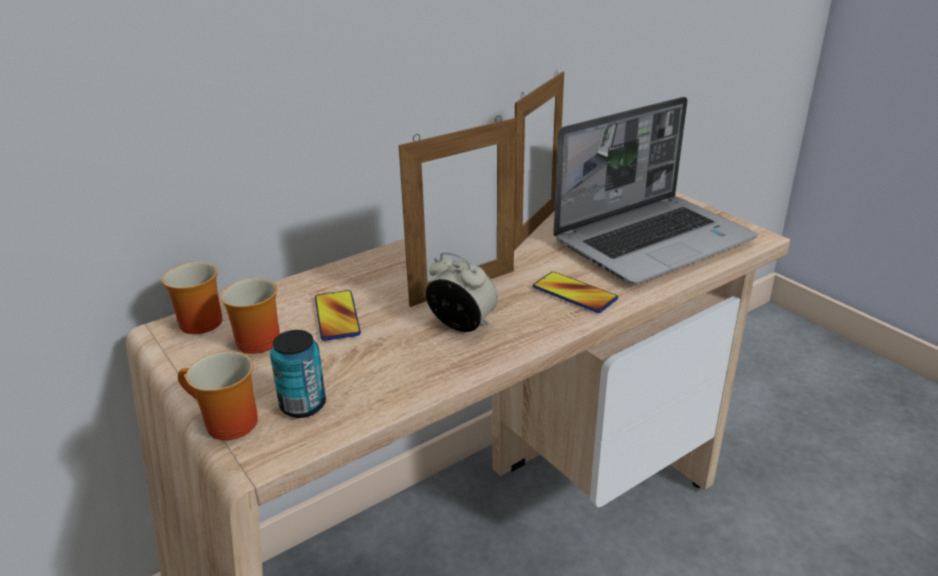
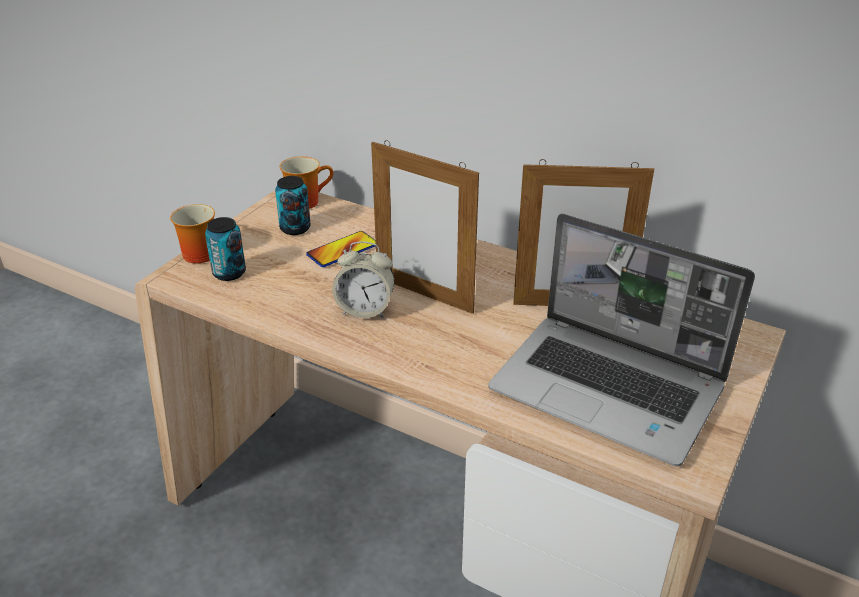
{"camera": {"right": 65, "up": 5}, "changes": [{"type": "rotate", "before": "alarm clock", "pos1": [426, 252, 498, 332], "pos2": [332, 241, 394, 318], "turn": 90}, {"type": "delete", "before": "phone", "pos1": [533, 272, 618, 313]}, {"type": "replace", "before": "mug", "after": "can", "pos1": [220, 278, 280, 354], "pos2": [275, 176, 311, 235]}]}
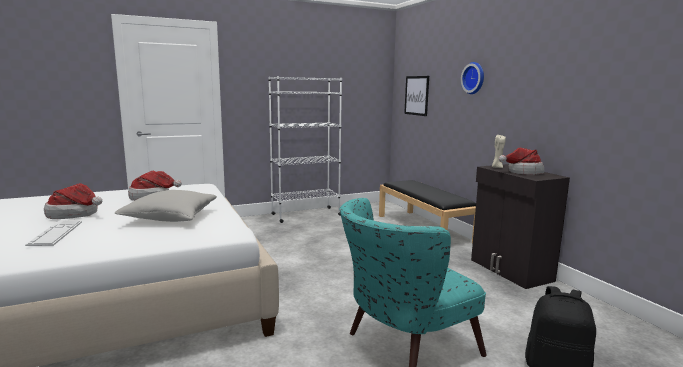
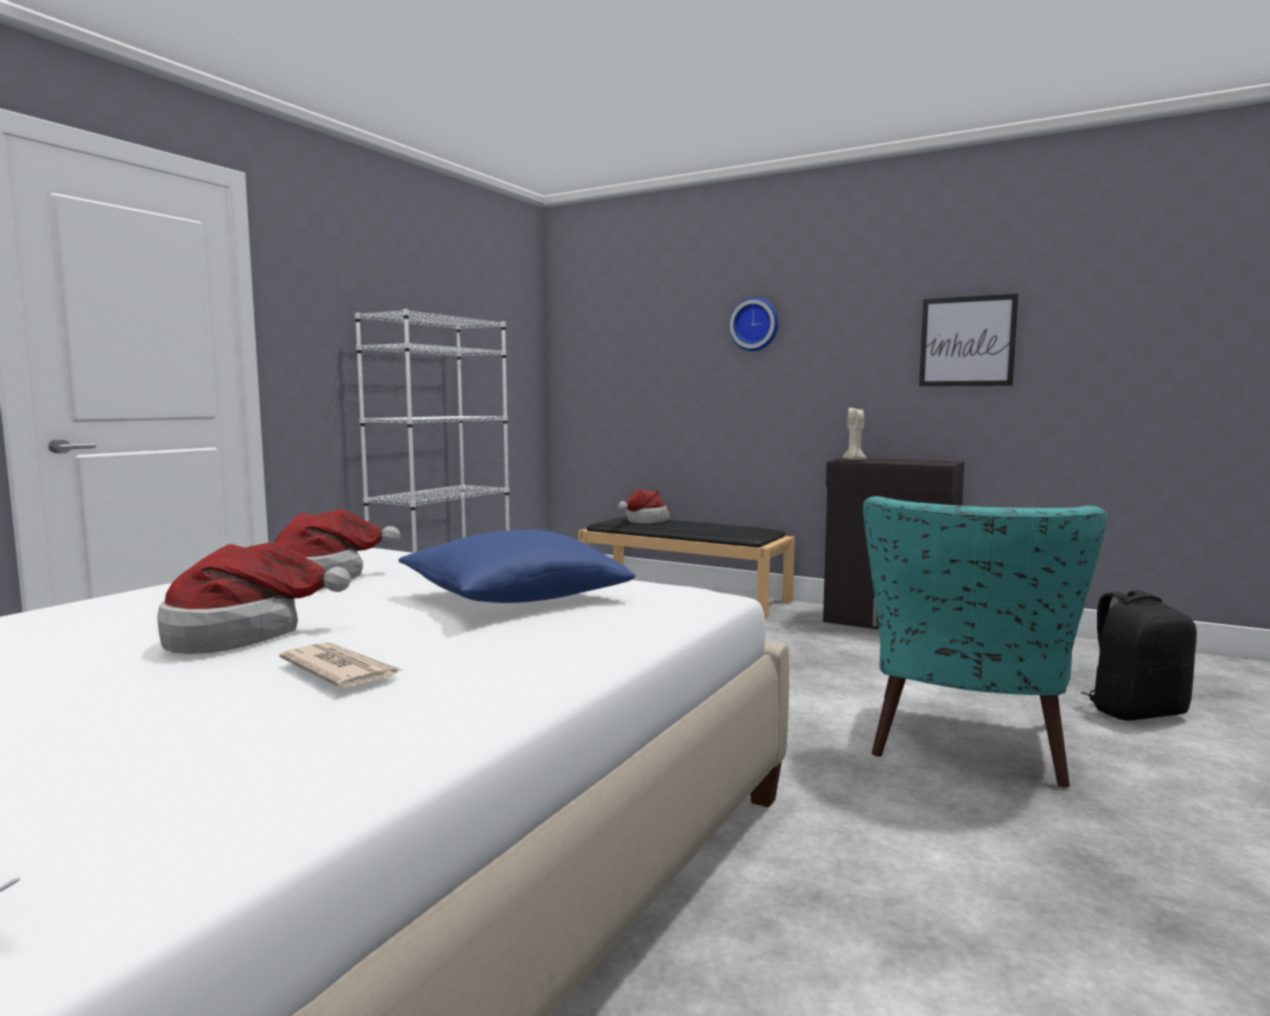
{"camera": {"right": -35, "up": -5}, "changes": [{"type": "move", "before": "picture", "pos1": [404, 76, 429, 116], "pos2": [919, 294, 1019, 386]}, {"type": "move", "before": "hat", "pos1": [499, 148, 544, 175], "pos2": [618, 489, 669, 524]}, {"type": "recolor", "before": "grey pillow", "after": "blue pillow", "pos1": [114, 190, 217, 222], "pos2": [399, 530, 635, 603]}, {"type": "replace", "before": "keyboard", "after": "newspaper", "pos1": [25, 221, 82, 246], "pos2": [279, 642, 402, 688]}]}
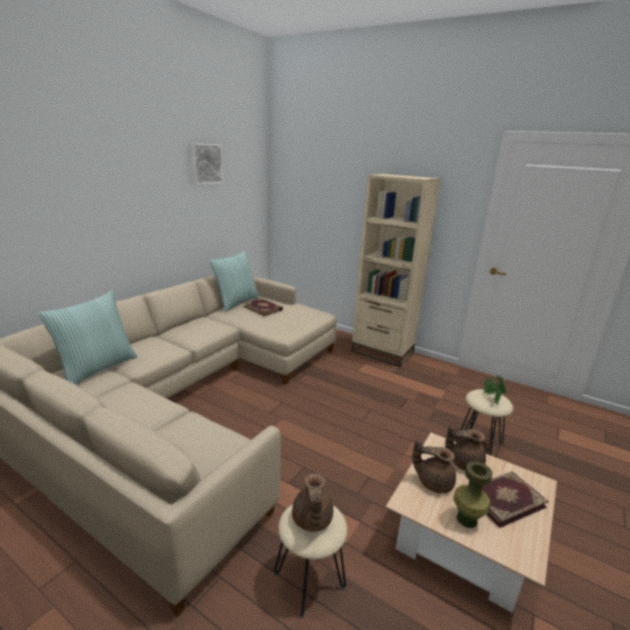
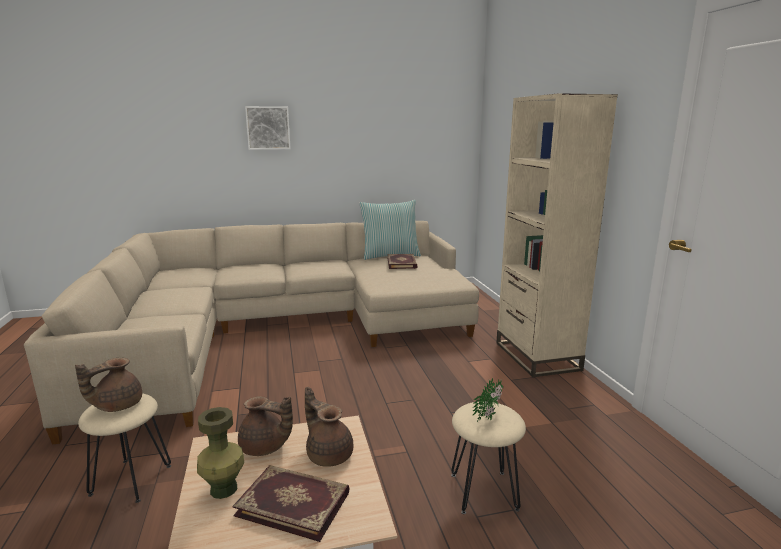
{"camera": {"right": 45, "up": -5}, "changes": [{"type": "move", "before": "picture", "pos1": [190, 143, 223, 185], "pos2": [245, 106, 291, 150]}, {"type": "delete", "before": "pillow", "pos1": [38, 291, 138, 385]}, {"type": "rotate", "before": "brown teapot", "pos1": [412, 439, 456, 494], "pos2": [238, 396, 293, 456], "turn": 135}]}
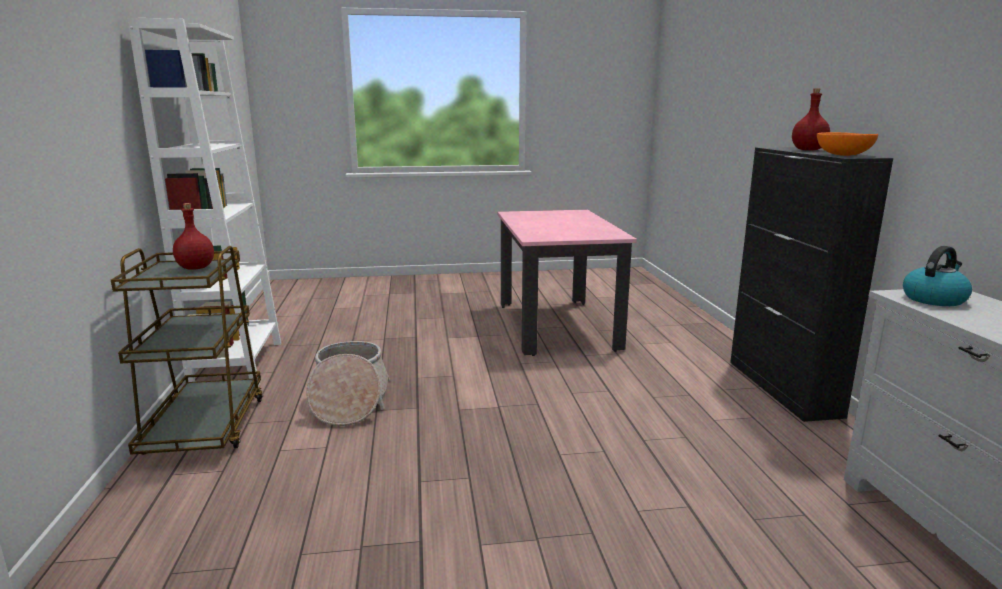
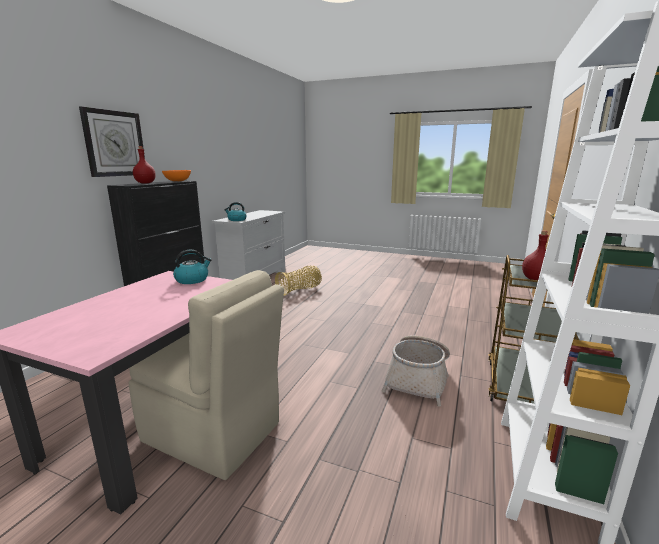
{"camera": {"right": -150, "up": 0}, "changes": [{"type": "insert", "after": "wall clock", "pos2": [79, 106, 145, 177]}, {"type": "insert", "after": "kettle", "pos2": [173, 250, 211, 284]}, {"type": "insert", "after": "basket", "pos2": [275, 265, 322, 296]}, {"type": "insert", "after": "beige chair", "pos2": [128, 270, 284, 480]}]}
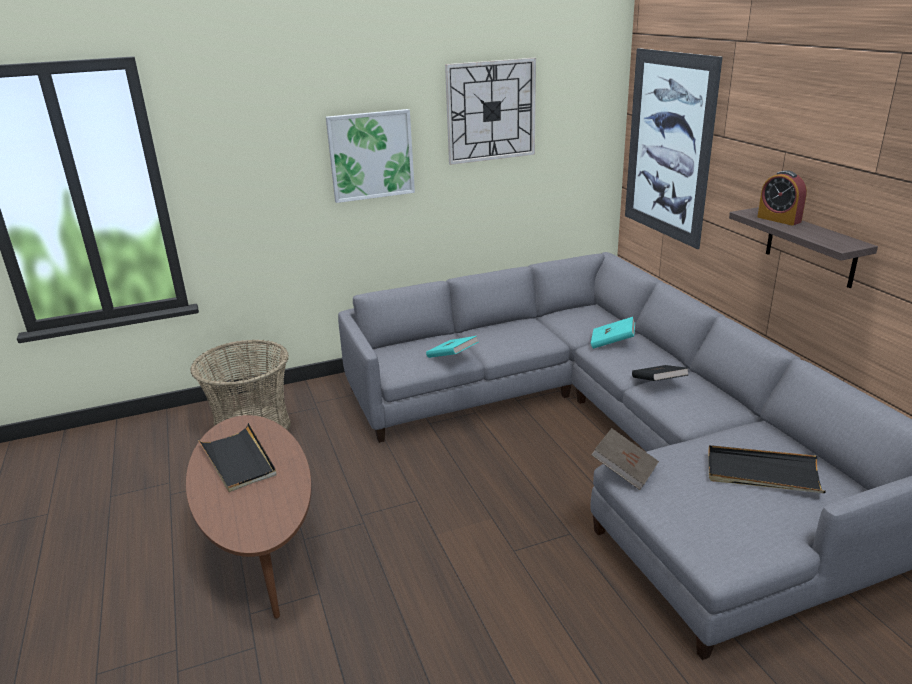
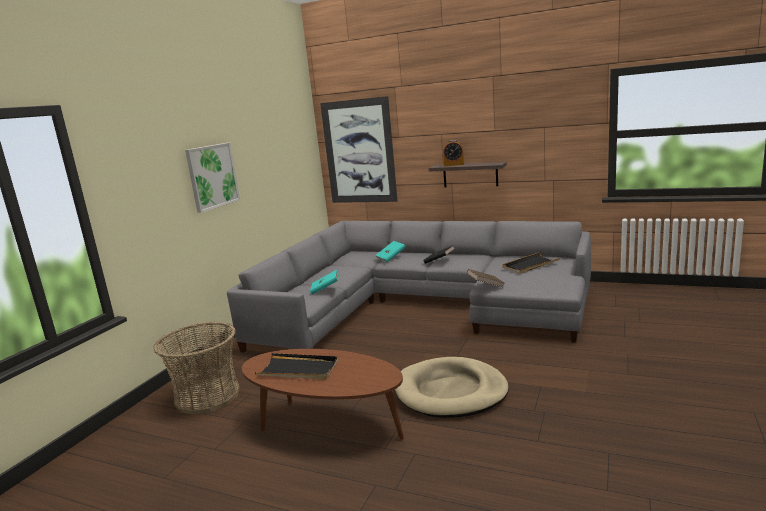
{"camera": {"right": -45, "up": -10}, "changes": [{"type": "delete", "before": "wall clock", "pos1": [445, 58, 536, 165]}, {"type": "insert", "after": "beige dog bed", "pos2": [395, 357, 509, 418]}]}
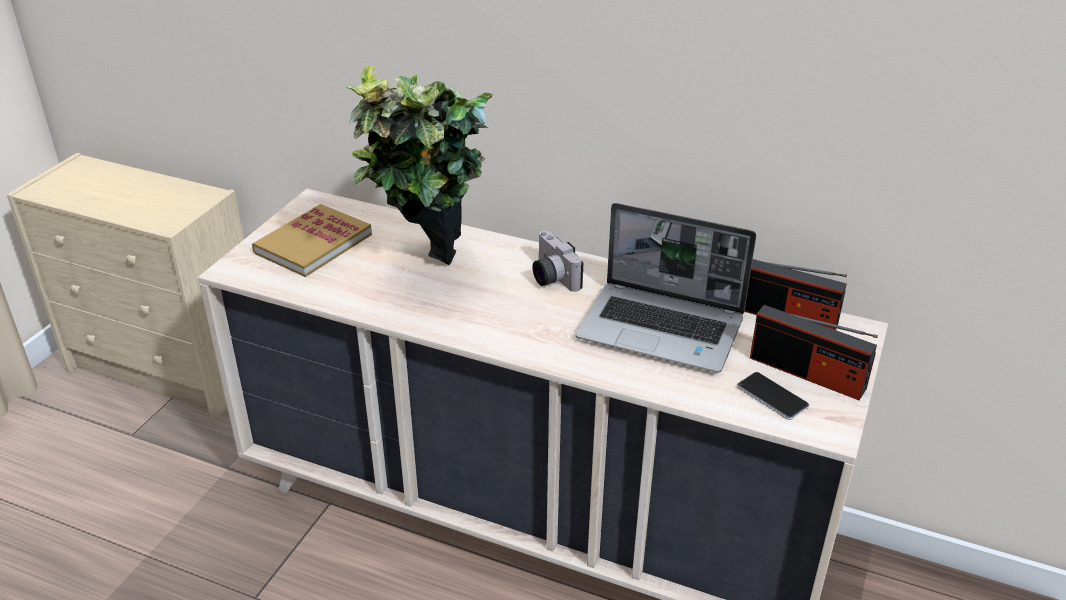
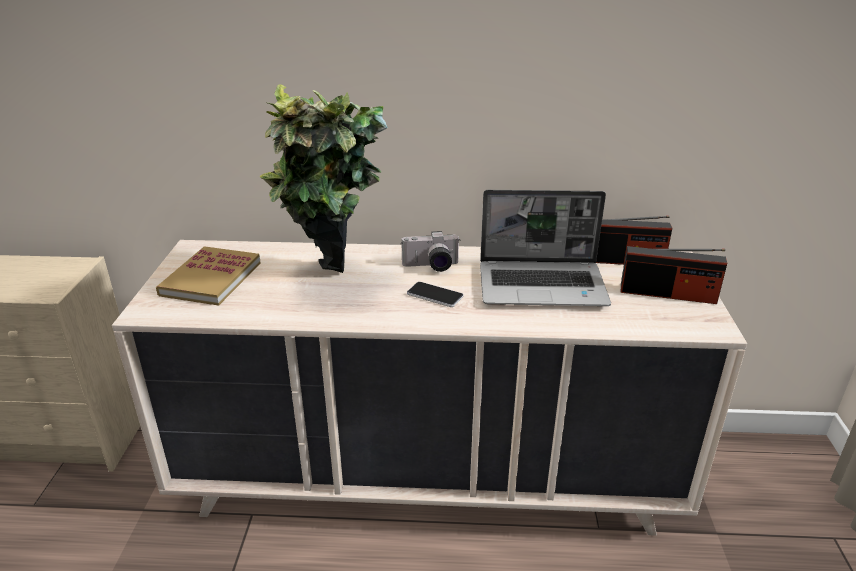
{"camera": {"right": -20, "up": -5}, "changes": [{"type": "rotate", "before": "photo camera", "pos1": [533, 230, 583, 292], "pos2": [401, 231, 460, 272], "turn": -45}, {"type": "move", "before": "phone", "pos1": [737, 372, 809, 420], "pos2": [407, 282, 464, 307]}]}
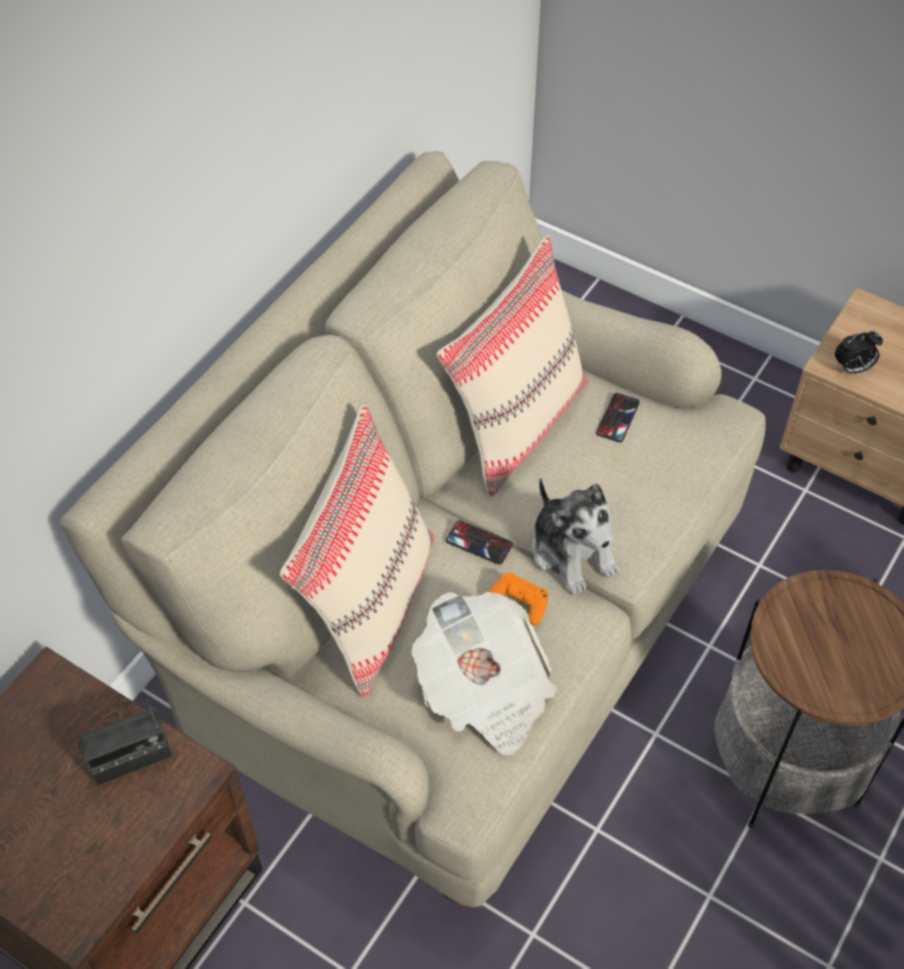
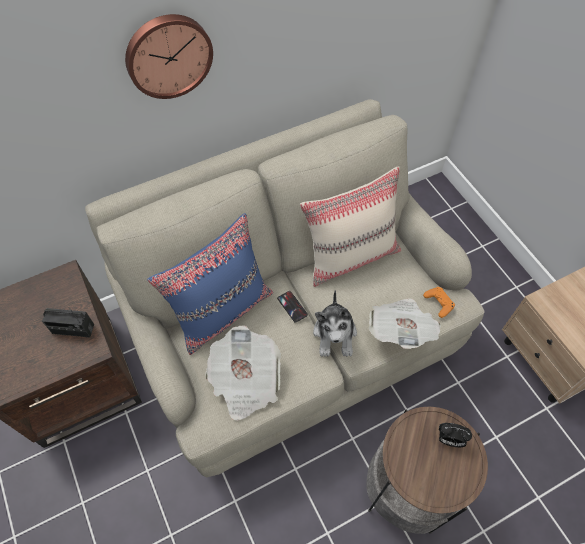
{"camera": {"right": 30, "up": 5}, "changes": [{"type": "move", "before": "alarm clock", "pos1": [835, 330, 883, 374], "pos2": [439, 423, 472, 447]}, {"type": "delete", "before": "phone", "pos1": [596, 393, 640, 442]}, {"type": "recolor", "before": "beige pillow", "after": "blue pillow", "pos1": [280, 404, 434, 698], "pos2": [147, 213, 273, 355]}, {"type": "move", "before": "orange game controller", "pos1": [488, 572, 548, 625], "pos2": [423, 287, 455, 318]}, {"type": "insert", "after": "wall clock", "pos2": [125, 14, 213, 99]}, {"type": "insert", "after": "newspaper", "pos2": [369, 298, 441, 349]}]}
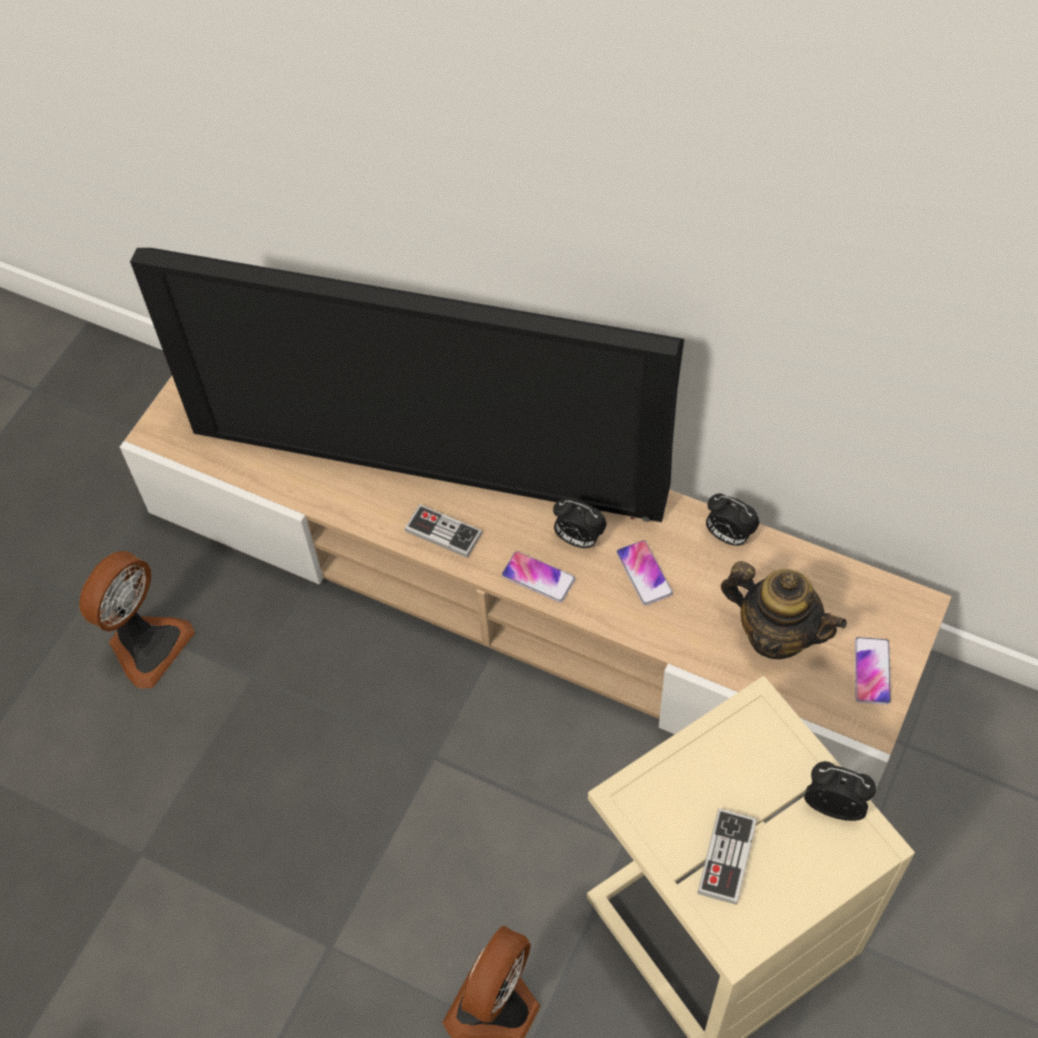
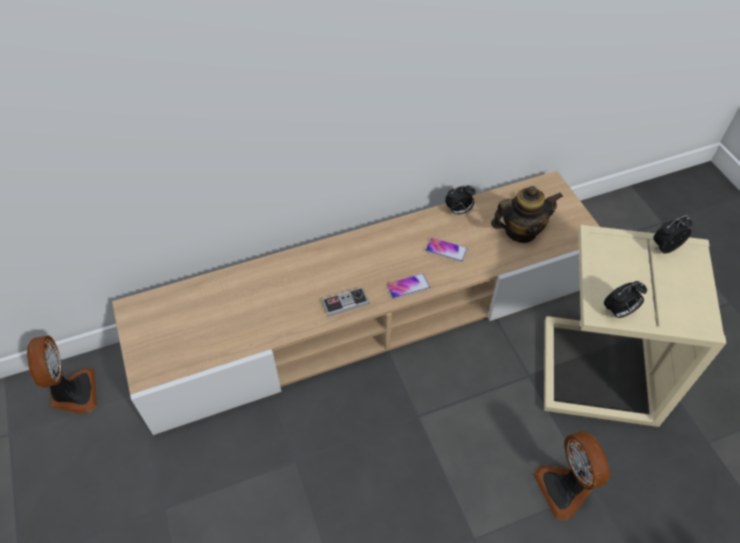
{"camera": {"right": -50, "up": -5}, "changes": [{"type": "delete", "before": "television", "pos1": [130, 248, 684, 522]}, {"type": "move", "before": "alarm clock", "pos1": [553, 498, 607, 548], "pos2": [604, 281, 647, 318]}, {"type": "move", "before": "fan", "pos1": [79, 551, 195, 689], "pos2": [27, 335, 97, 414]}, {"type": "delete", "before": "phone", "pos1": [855, 637, 891, 705]}, {"type": "delete", "before": "game controller", "pos1": [698, 808, 757, 905]}]}
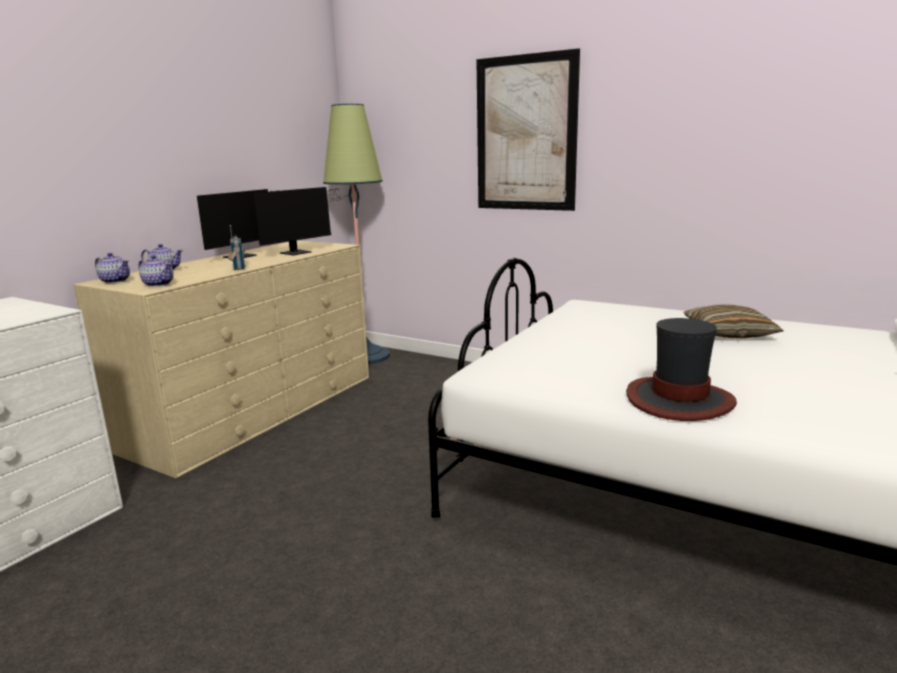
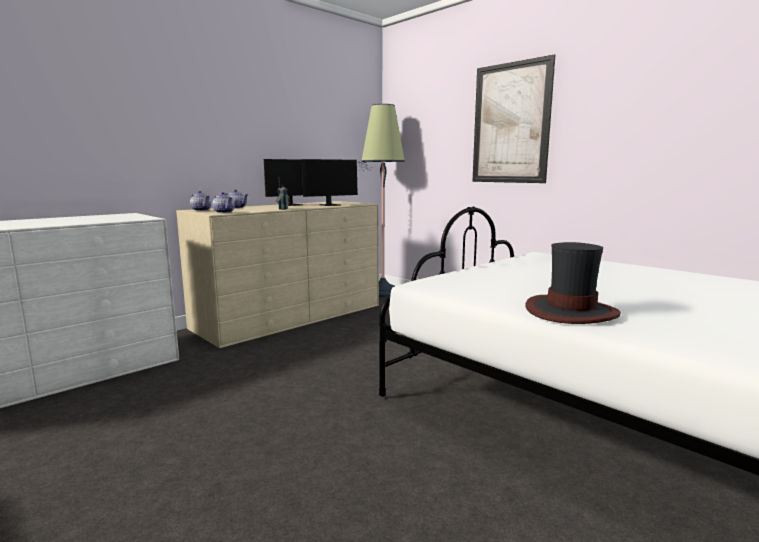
{"camera": {"right": 15, "up": -5}, "changes": [{"type": "delete", "before": "pillow", "pos1": [683, 305, 784, 338]}]}
